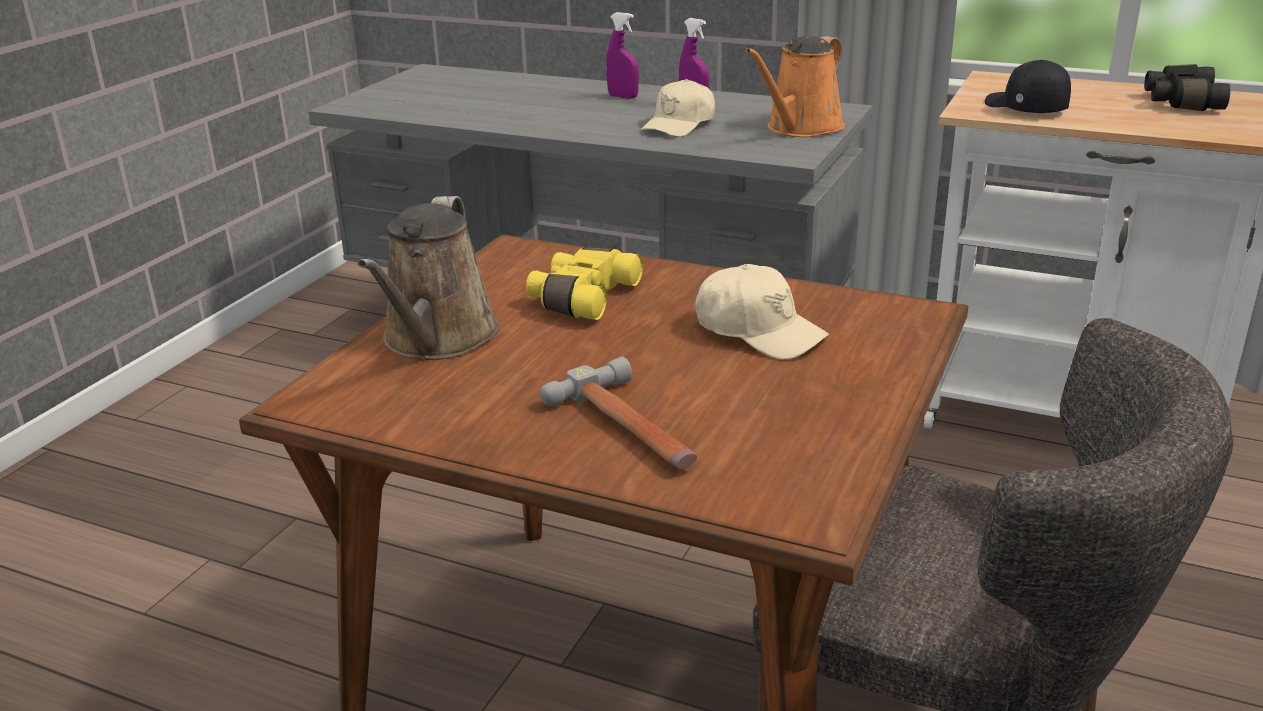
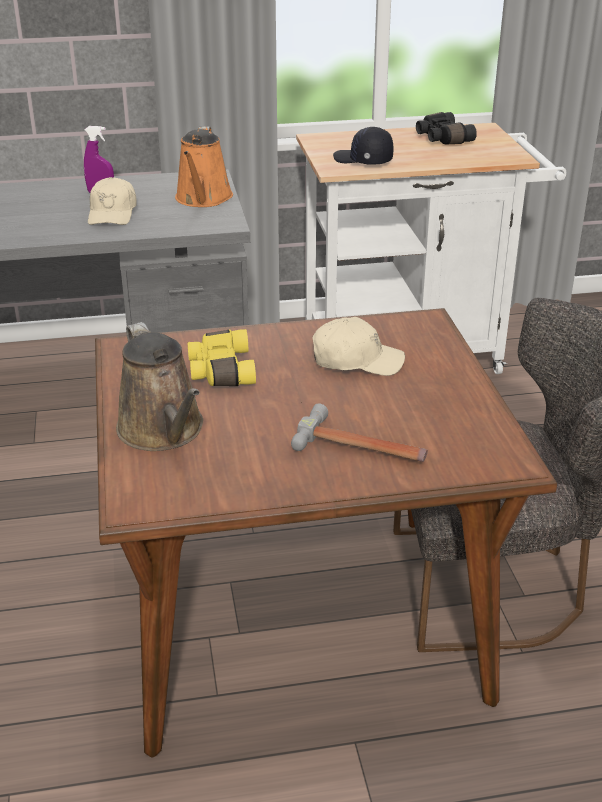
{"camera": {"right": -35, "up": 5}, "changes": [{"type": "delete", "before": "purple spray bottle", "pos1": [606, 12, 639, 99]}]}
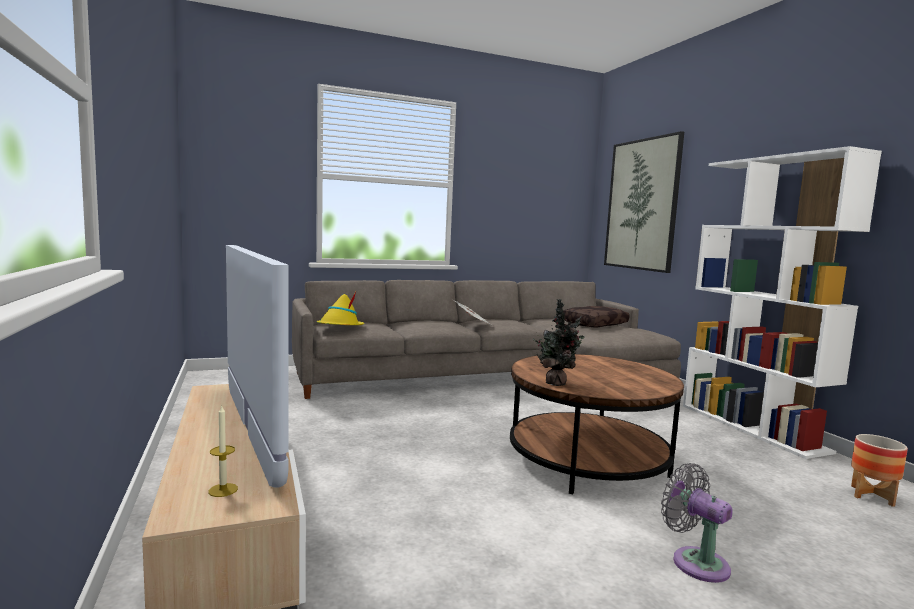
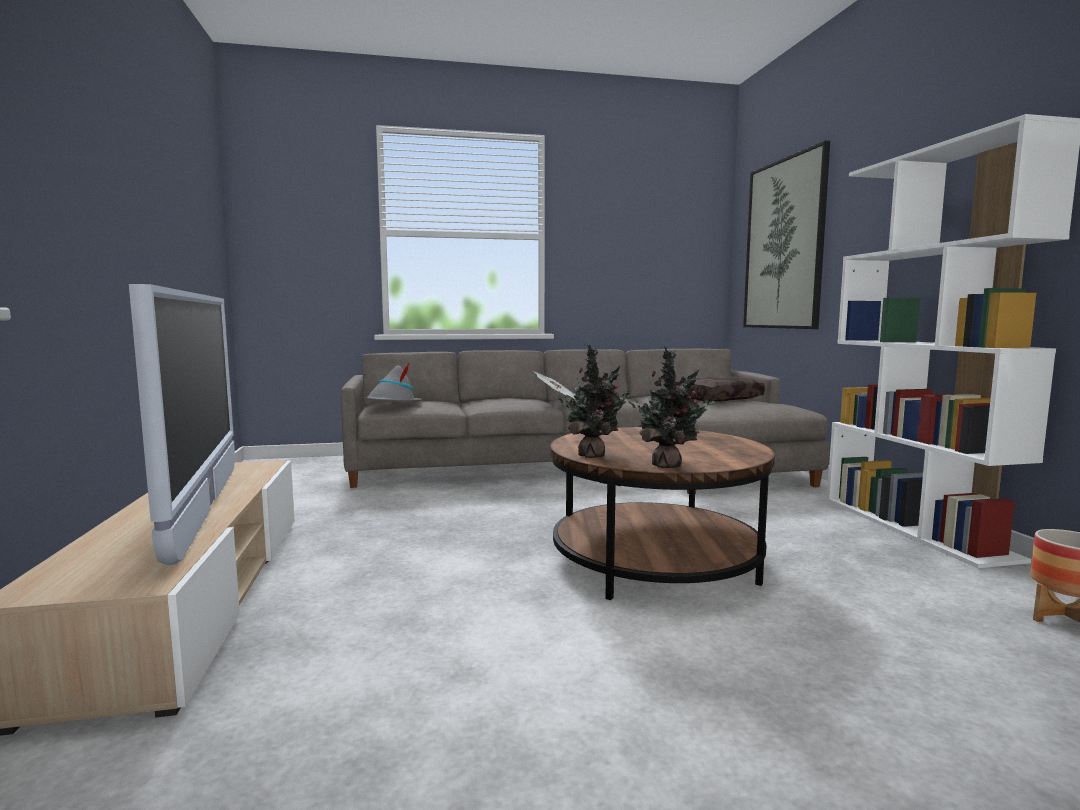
{"camera": {"right": 10, "up": 0}, "changes": [{"type": "recolor", "before": "yellow hat", "after": "grey hat", "pos1": [317, 292, 365, 325], "pos2": [363, 361, 422, 402]}, {"type": "delete", "before": "candle", "pos1": [208, 405, 238, 497]}, {"type": "delete", "before": "grey fan", "pos1": [661, 463, 733, 583]}, {"type": "insert", "after": "potted plant", "pos2": [628, 346, 715, 468]}]}
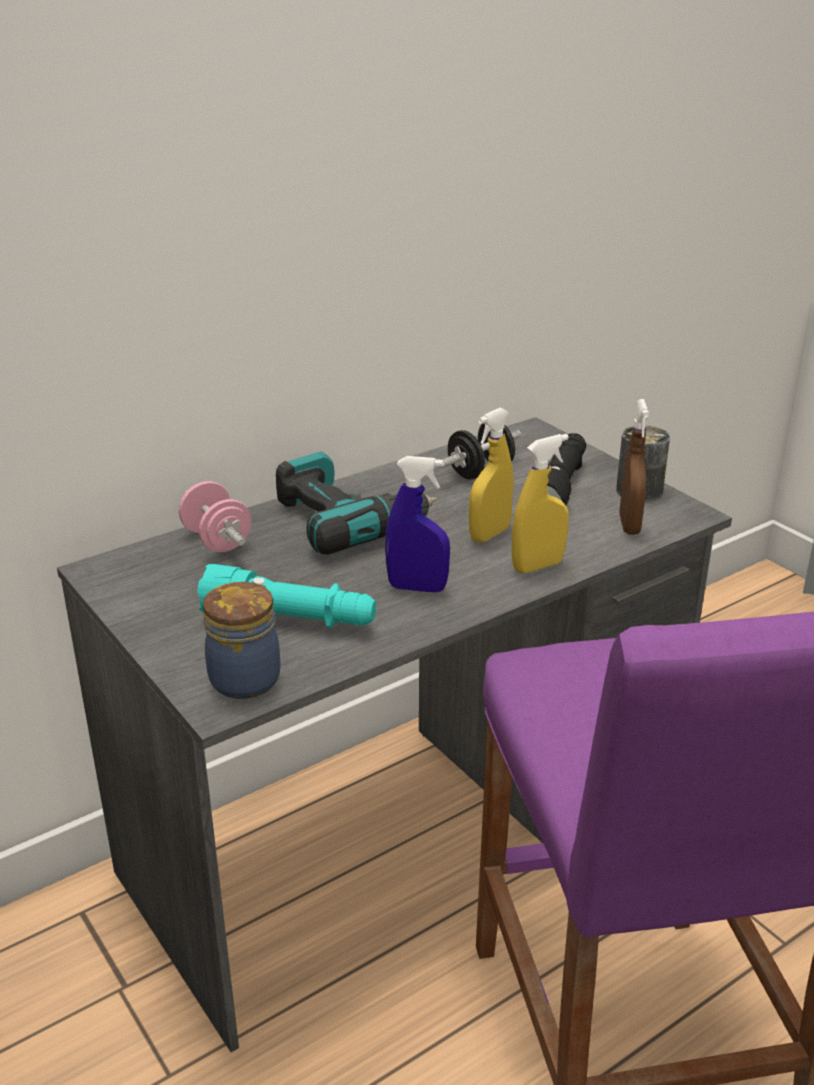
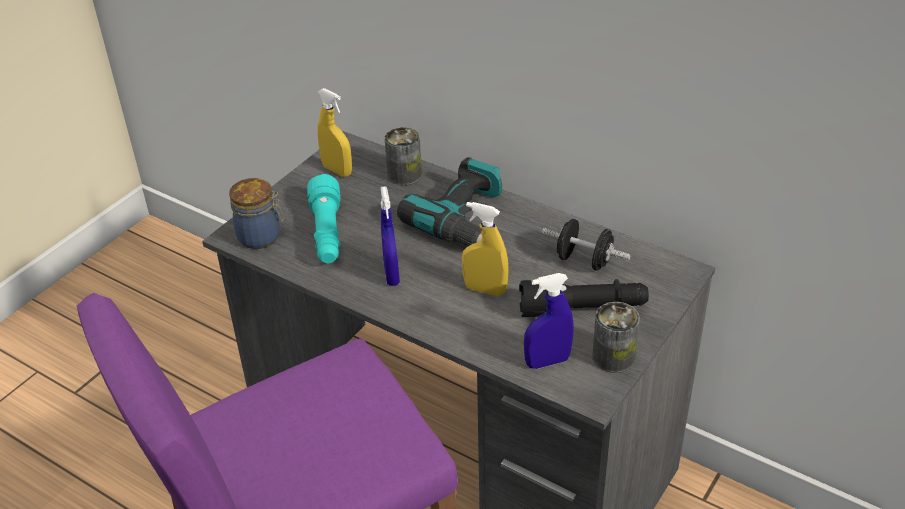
{"camera": {"right": 70, "up": 10}, "changes": [{"type": "recolor", "before": "brown spray bottle", "after": "blue spray bottle", "pos1": [619, 399, 649, 534], "pos2": [524, 273, 573, 369]}, {"type": "move", "before": "yellow spray bottle", "pos1": [512, 434, 569, 573], "pos2": [318, 88, 352, 177]}, {"type": "replace", "before": "pink dumbbell", "after": "can", "pos1": [179, 481, 252, 552], "pos2": [385, 127, 422, 185]}]}
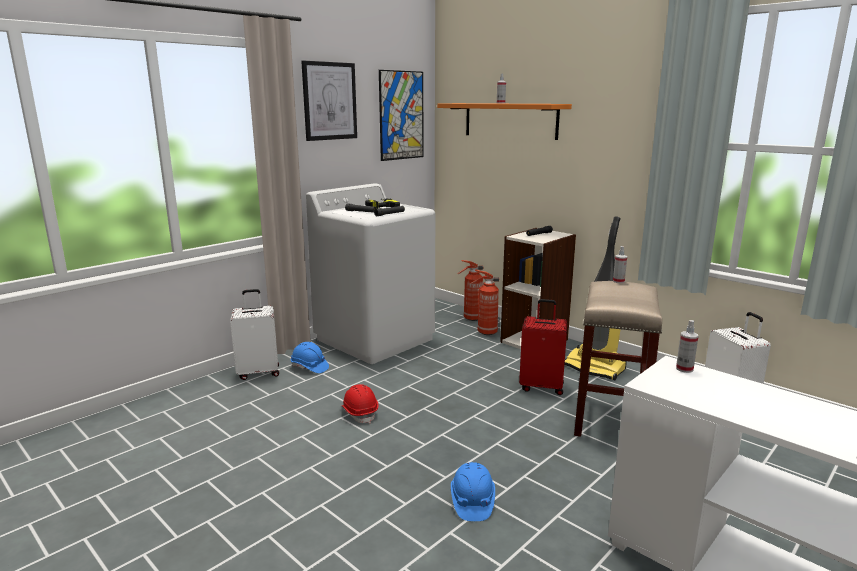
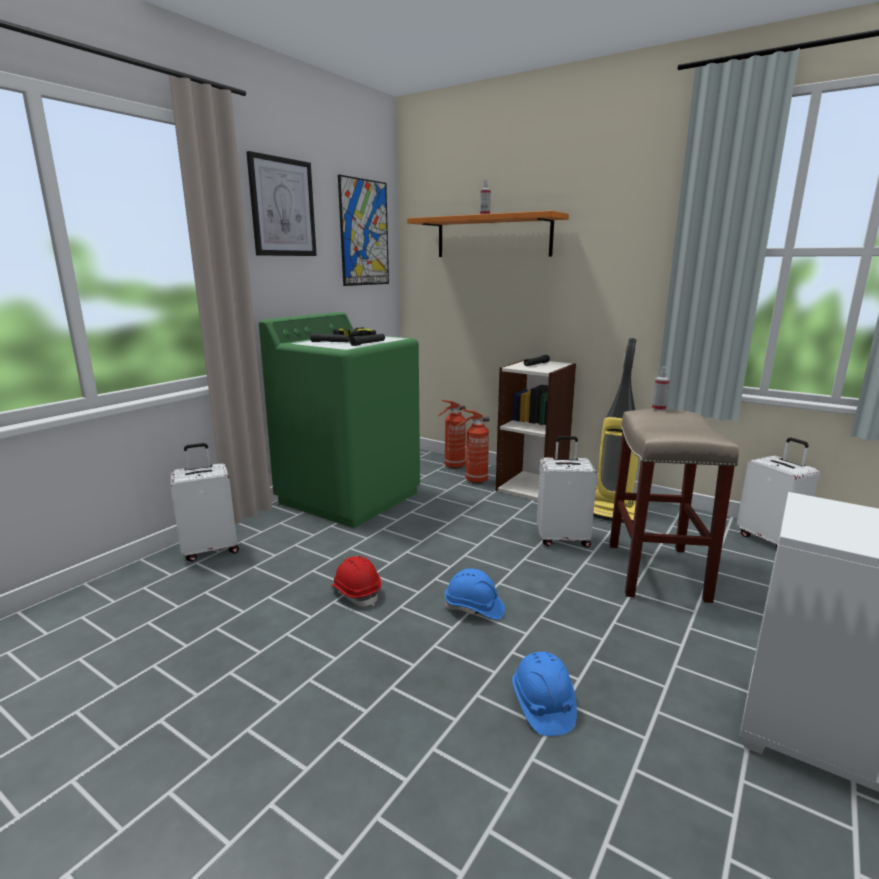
{"camera": {"right": -10, "up": 0}, "changes": [{"type": "recolor", "before": "white washing machine", "after": "green washing machine", "pos1": [306, 183, 435, 364], "pos2": [259, 312, 420, 528]}, {"type": "recolor", "before": "red suitcase", "after": "white suitcase", "pos1": [519, 299, 567, 395], "pos2": [537, 436, 597, 548]}, {"type": "delete", "before": "spray bottle", "pos1": [676, 320, 699, 373]}, {"type": "move", "before": "blue hard hat", "pos1": [291, 342, 329, 373], "pos2": [445, 568, 505, 620]}]}
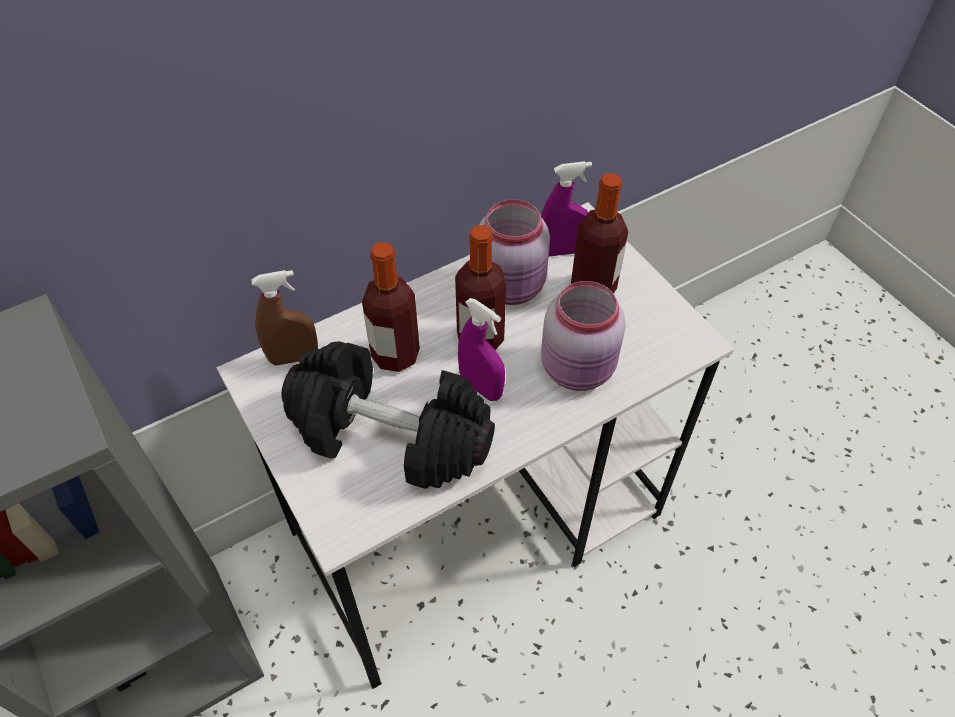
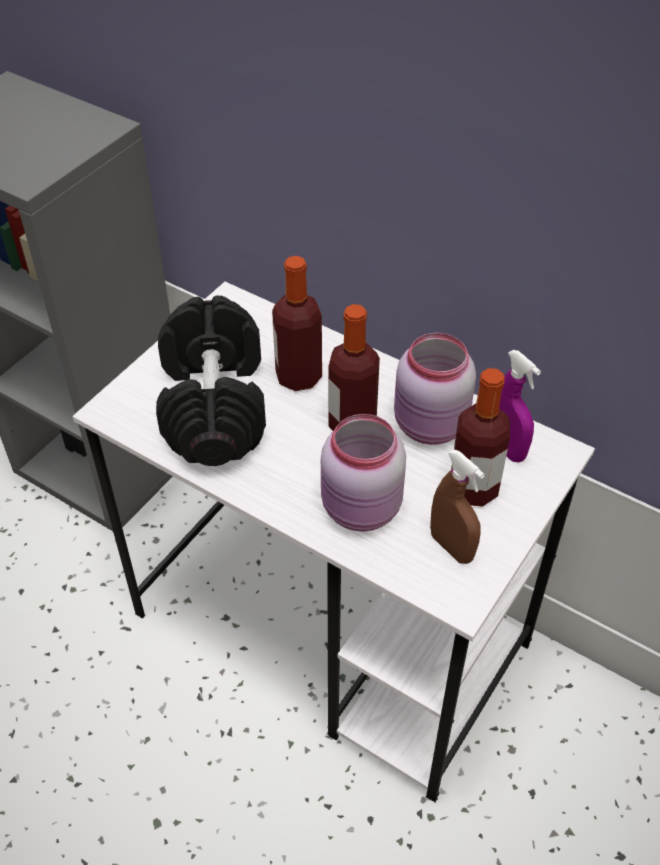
{"camera": {"right": 65, "up": -5}, "changes": [{"type": "move", "before": "brown spray bottle", "pos1": [252, 270, 318, 365], "pos2": [430, 449, 485, 564]}, {"type": "delete", "before": "purple spray bottle", "pos1": [458, 298, 505, 401]}]}
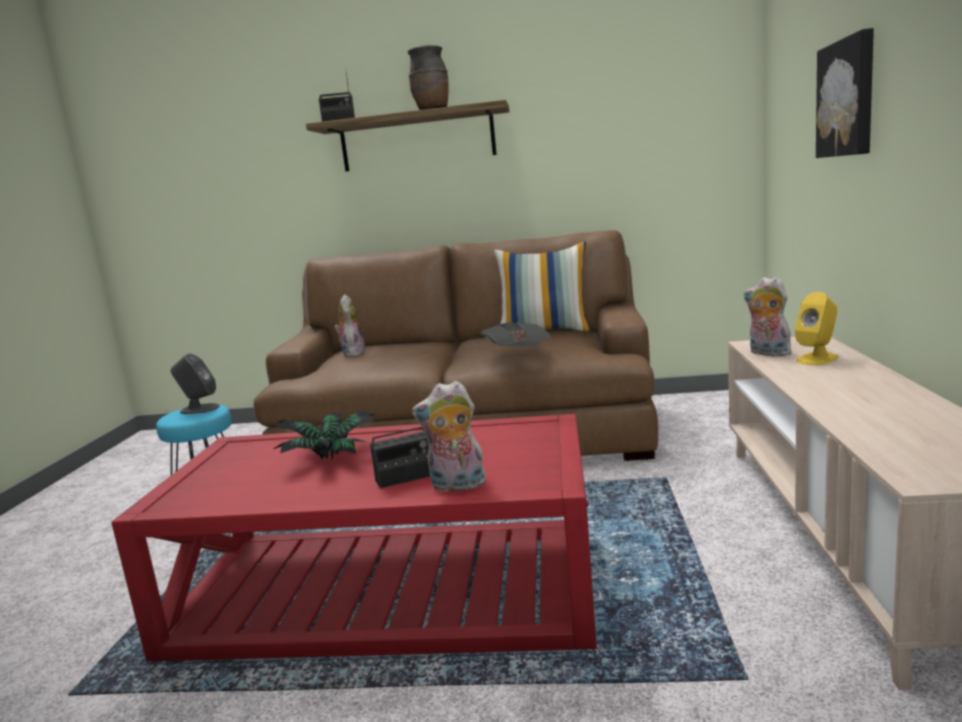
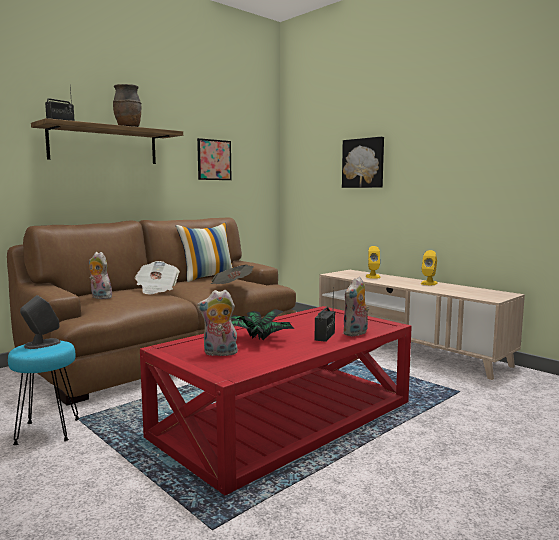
{"camera": {"right": -50, "up": -5}, "changes": [{"type": "move", "before": "plush toy", "pos1": [744, 277, 792, 357], "pos2": [197, 290, 238, 356]}, {"type": "insert", "after": "picture", "pos2": [197, 138, 232, 180]}, {"type": "insert", "after": "yellow speaker", "pos2": [421, 250, 438, 285]}, {"type": "insert", "after": "newspaper", "pos2": [135, 261, 180, 294]}]}
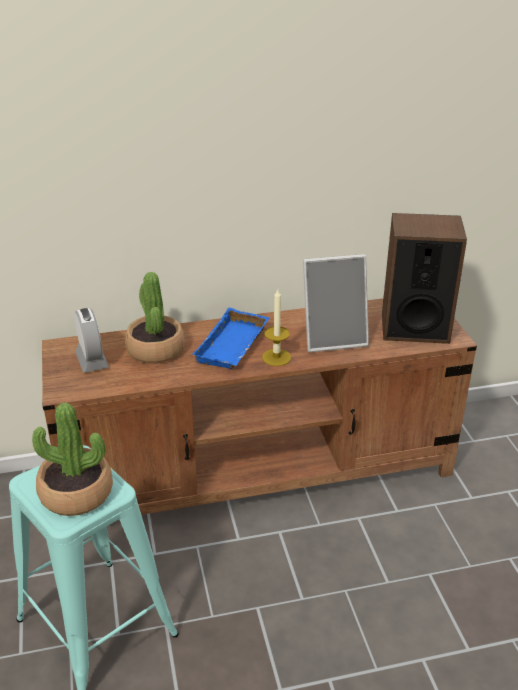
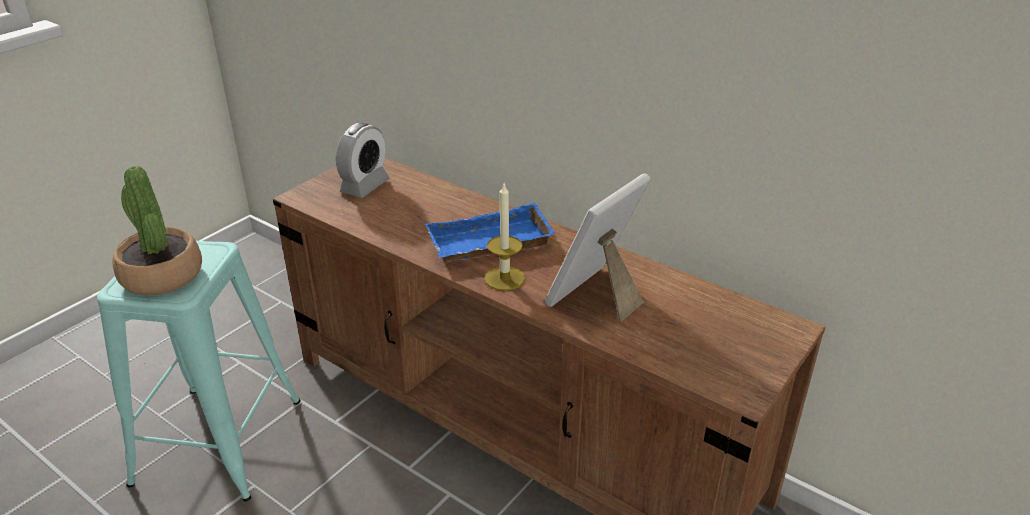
{"camera": {"right": 50, "up": 0}, "changes": [{"type": "delete", "before": "speaker", "pos1": [382, 213, 467, 344]}, {"type": "rotate", "before": "picture frame", "pos1": [303, 254, 369, 352], "pos2": [545, 173, 651, 322], "turn": 90}, {"type": "delete", "before": "potted plant", "pos1": [125, 272, 185, 364]}]}
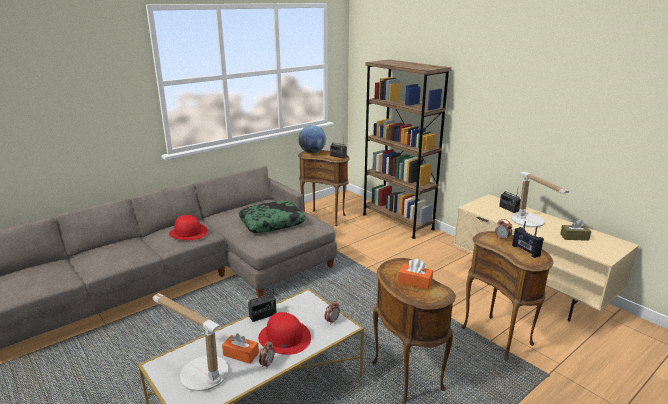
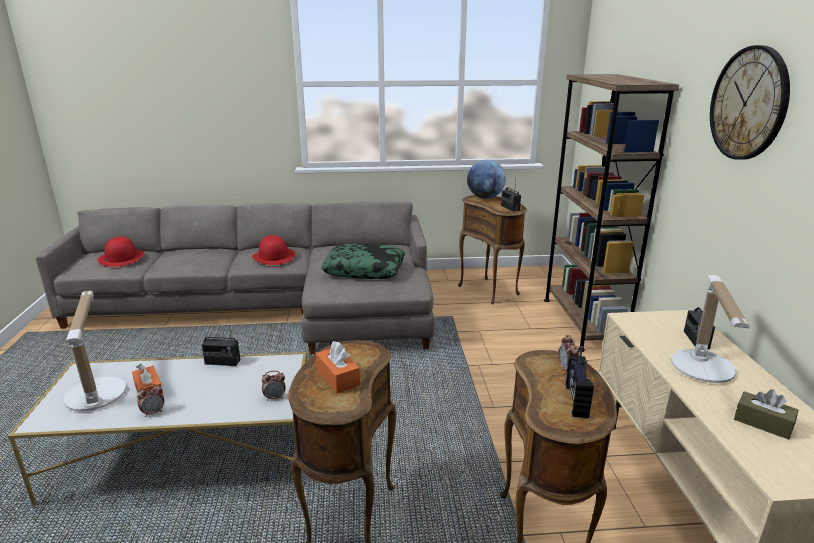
{"camera": {"right": 35, "up": 0}, "changes": [{"type": "move", "before": "red hat", "pos1": [258, 312, 311, 355], "pos2": [98, 237, 144, 267]}, {"type": "insert", "after": "wall clock", "pos2": [710, 45, 790, 160]}]}
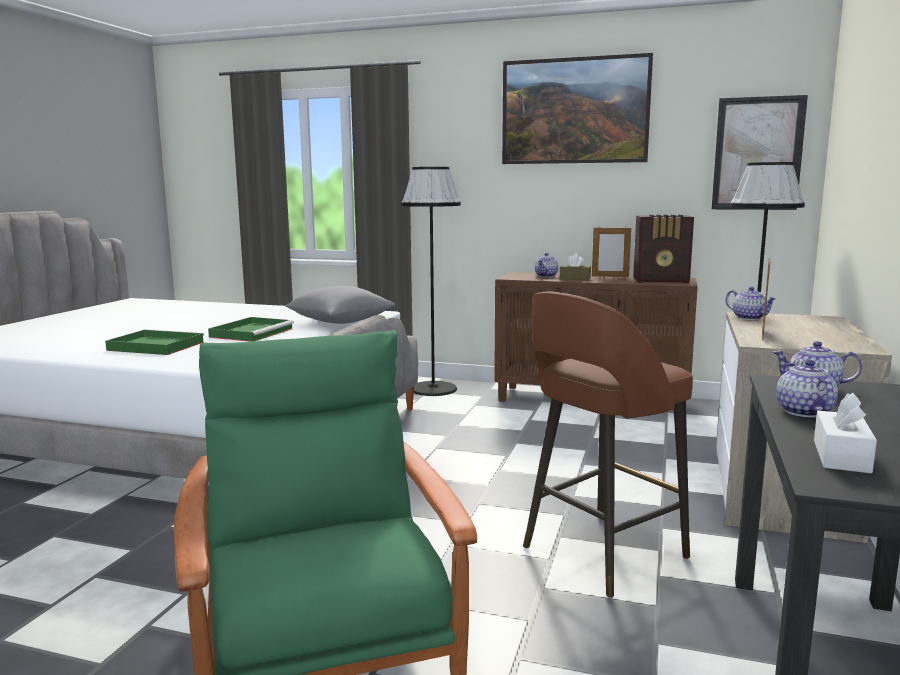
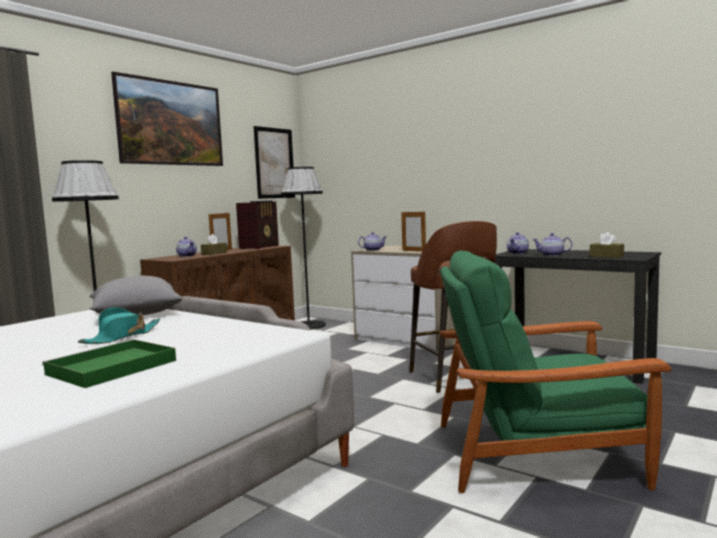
{"camera": {"right": -70, "up": -5}, "changes": [{"type": "replace", "before": "green tray", "after": "turquoise hat", "pos1": [208, 317, 294, 342], "pos2": [78, 307, 160, 344]}, {"type": "recolor", "before": "white tissue box", "after": "brown tissue box", "pos1": [814, 392, 877, 473], "pos2": [590, 232, 624, 258]}]}
